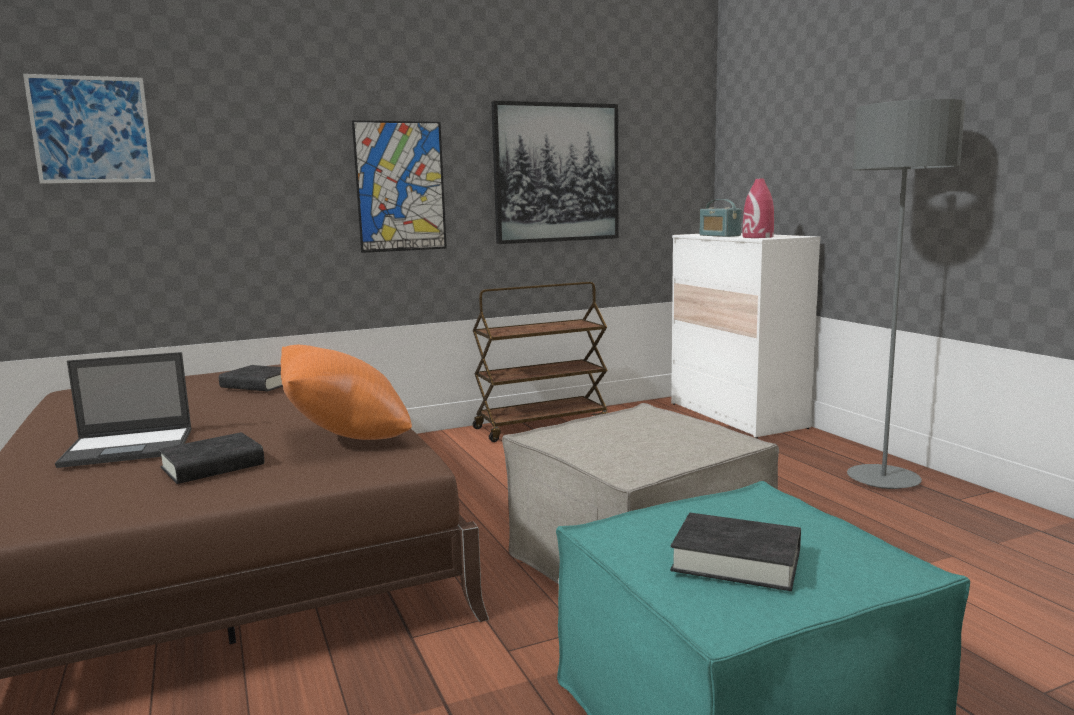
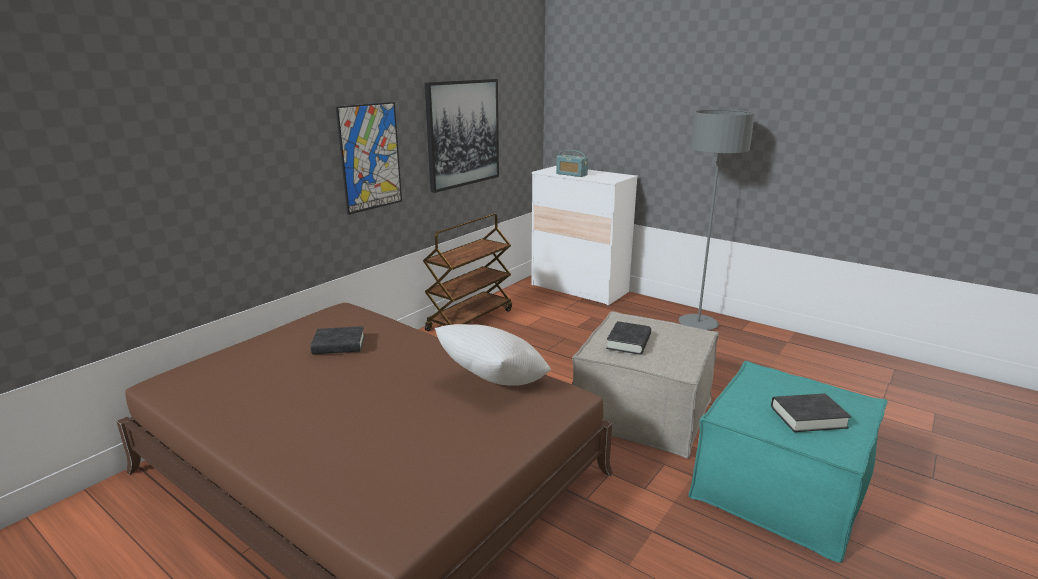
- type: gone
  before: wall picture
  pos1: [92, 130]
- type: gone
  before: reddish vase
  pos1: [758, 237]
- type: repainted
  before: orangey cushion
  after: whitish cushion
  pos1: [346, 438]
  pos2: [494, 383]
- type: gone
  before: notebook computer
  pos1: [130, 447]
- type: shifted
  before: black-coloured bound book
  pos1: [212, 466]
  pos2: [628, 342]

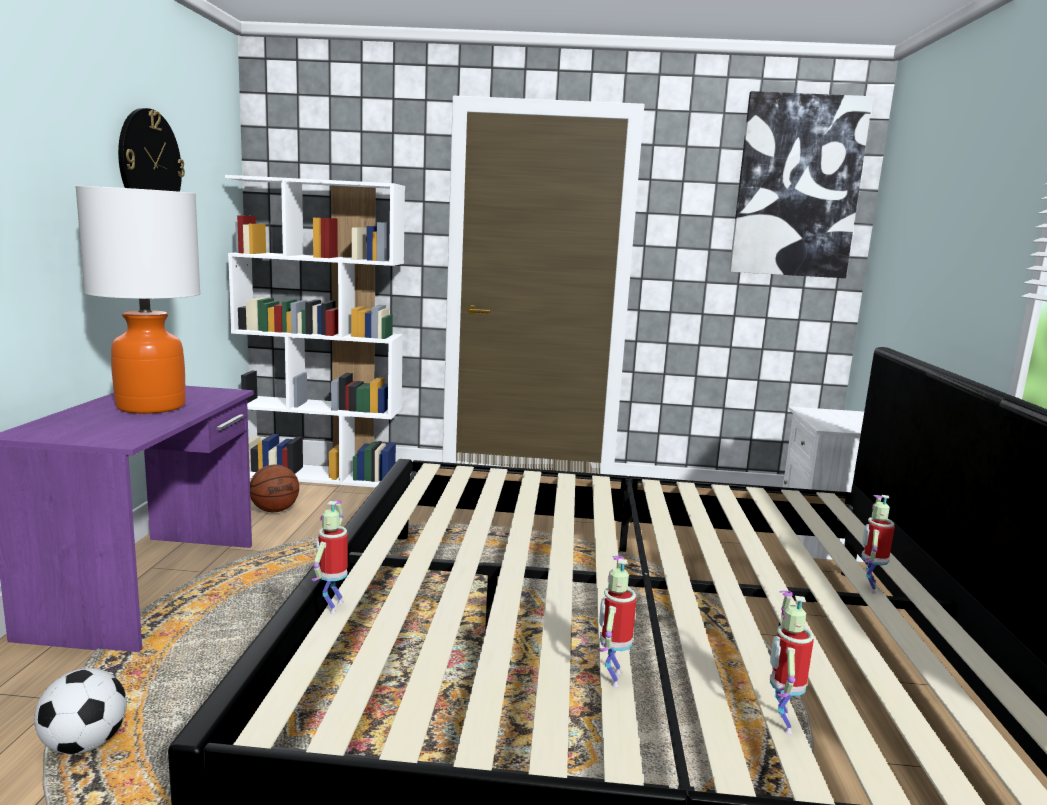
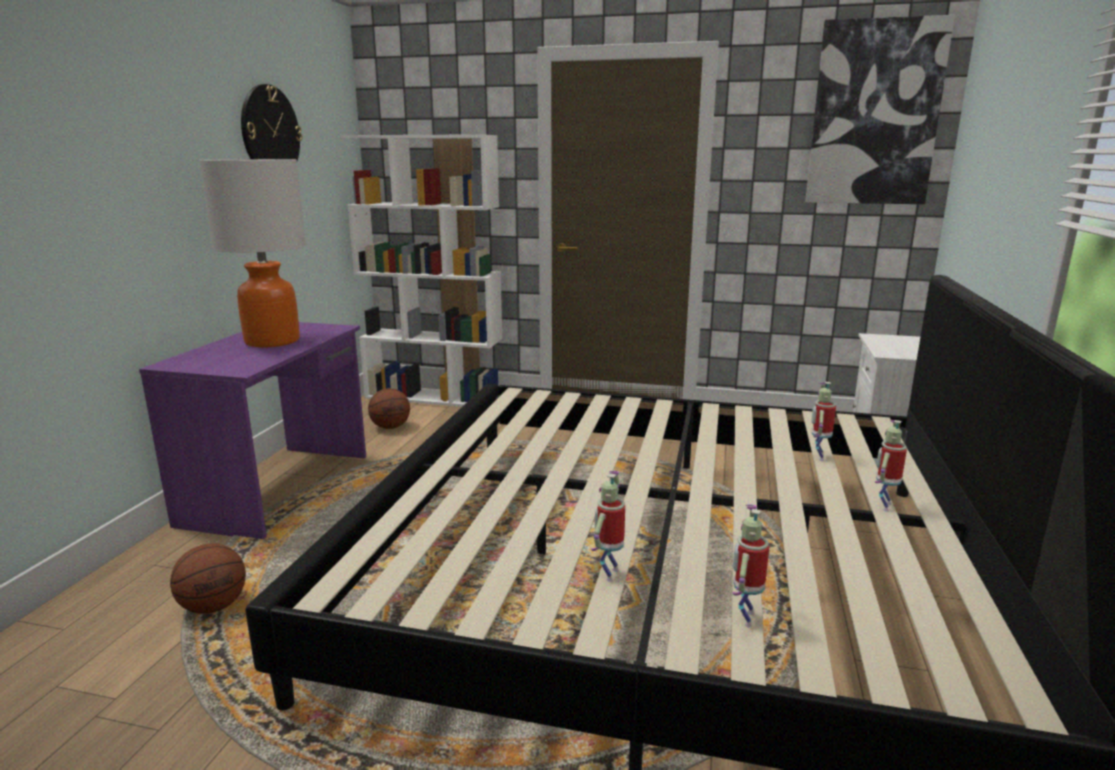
- type: shifted
  before: toy robot
  pos1: [333, 606]
  pos2: [818, 457]
- type: swapped
  before: football ball
  after: basketball
  pos1: [84, 744]
  pos2: [214, 606]

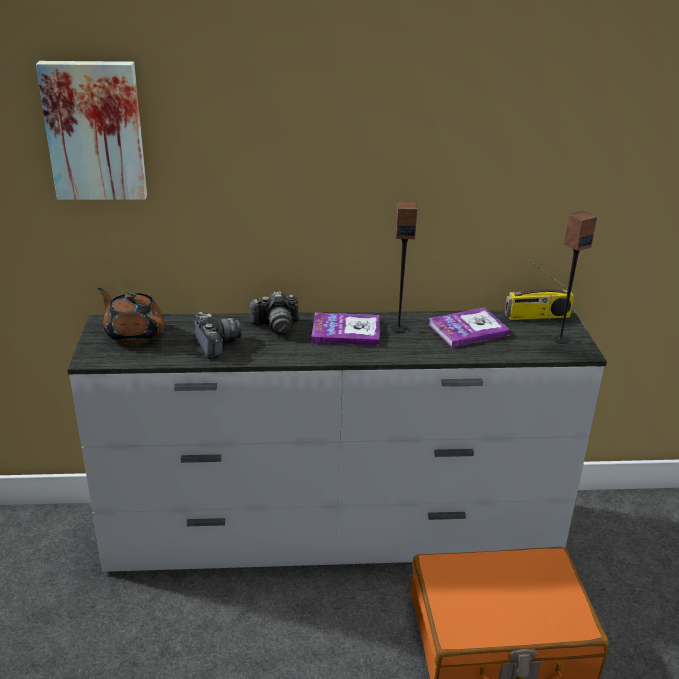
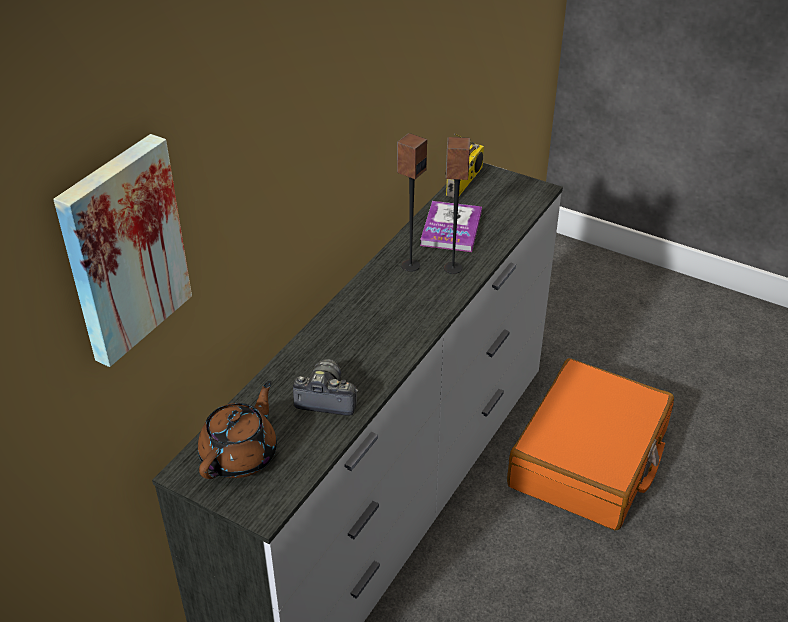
- type: shifted
  before: audio speaker
  pos1: [560, 339]
  pos2: [452, 268]
- type: rotated
  before: brown-coloured pot for tea
  pos1: [134, 334]
  pos2: [240, 455]
  turn: 135
- type: gone
  before: still camera
  pos1: [276, 326]
- type: gone
  before: bound book
  pos1: [346, 331]

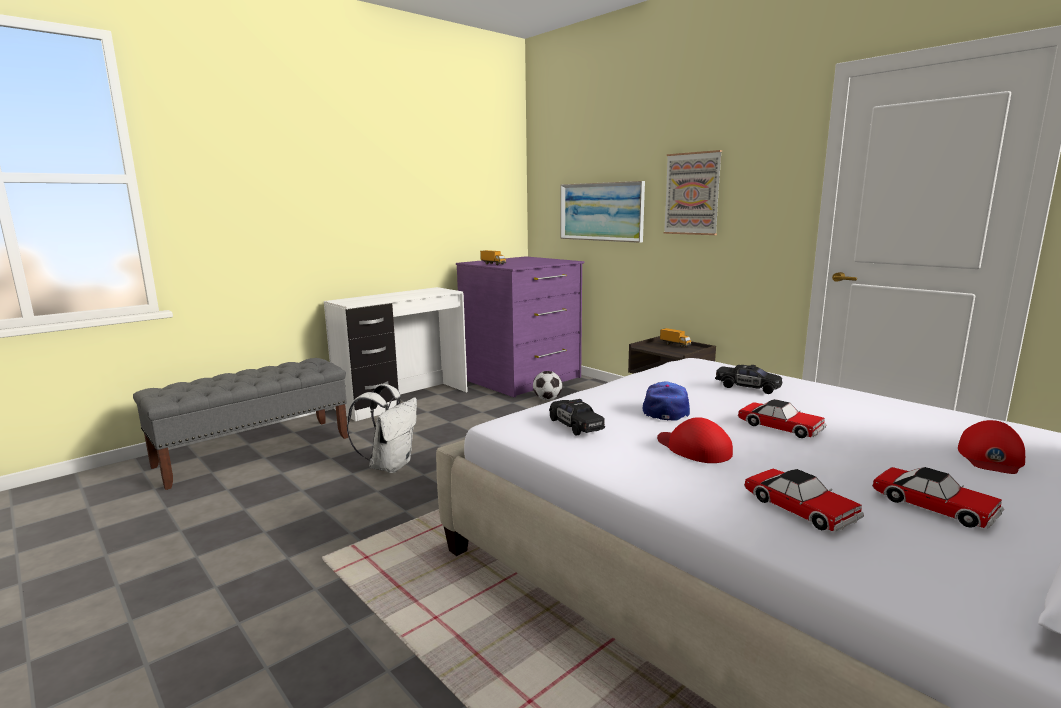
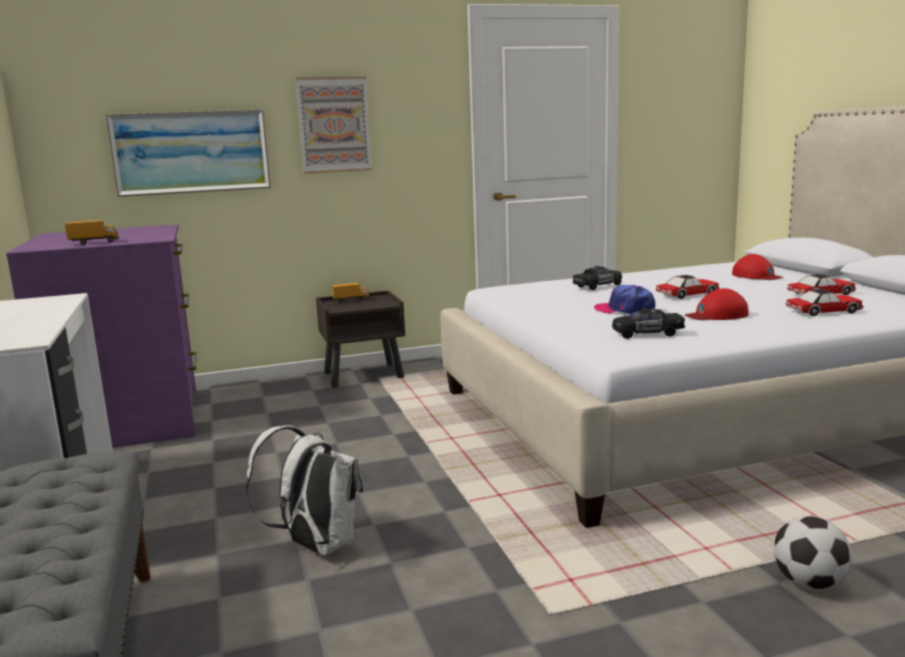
- type: shifted
  before: football ball
  pos1: [547, 399]
  pos2: [809, 584]

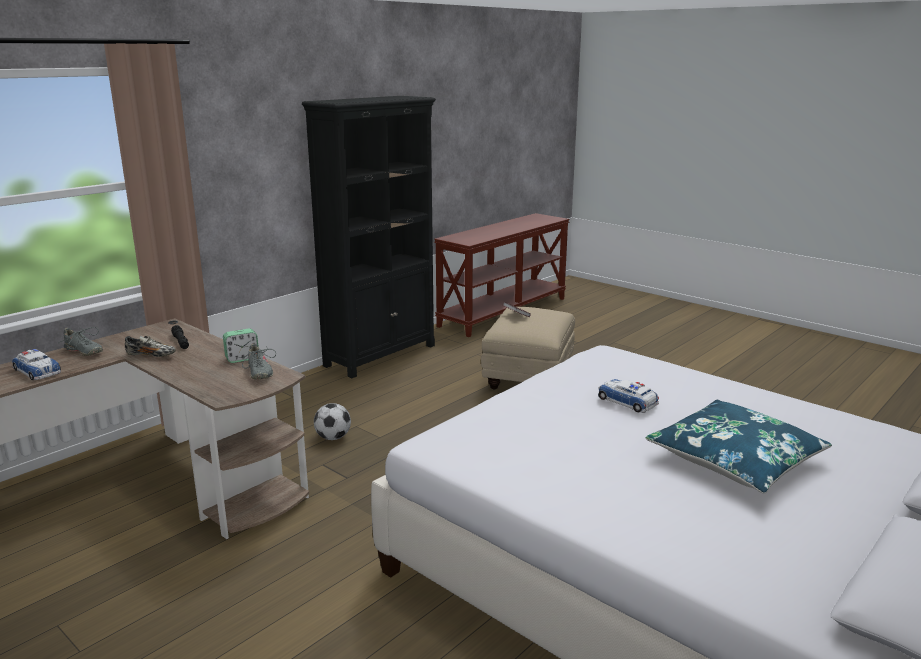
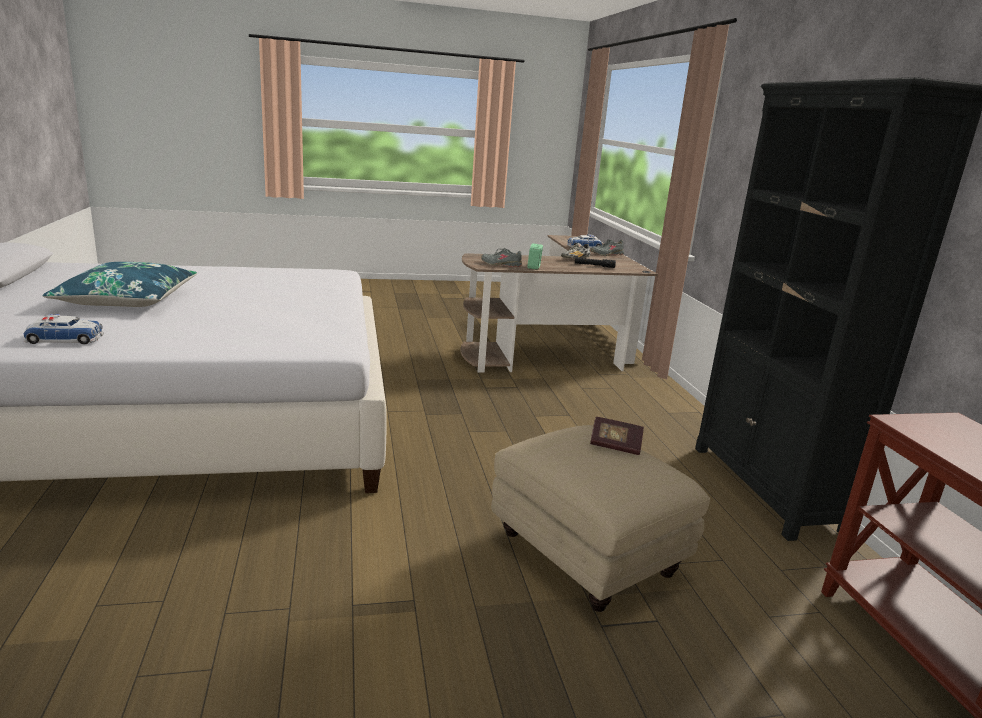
- type: shifted
  before: model car
  pos1: [627, 401]
  pos2: [65, 339]
- type: gone
  before: football ball
  pos1: [333, 438]

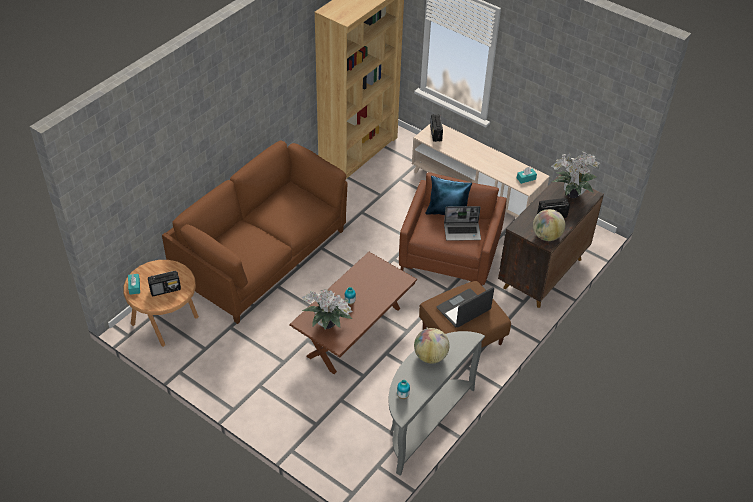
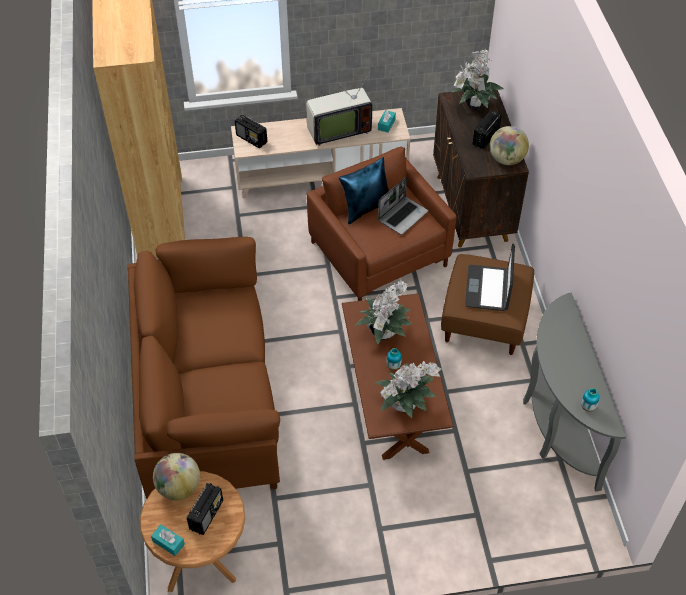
- type: shifted
  before: globe
  pos1: [430, 356]
  pos2: [179, 487]
- type: new
  after: TV
  pos2: [337, 130]
- type: new
  after: plant in a pot
  pos2: [384, 333]

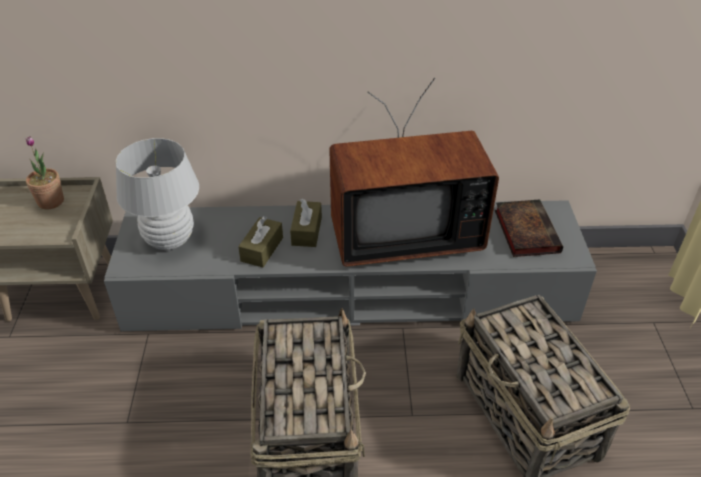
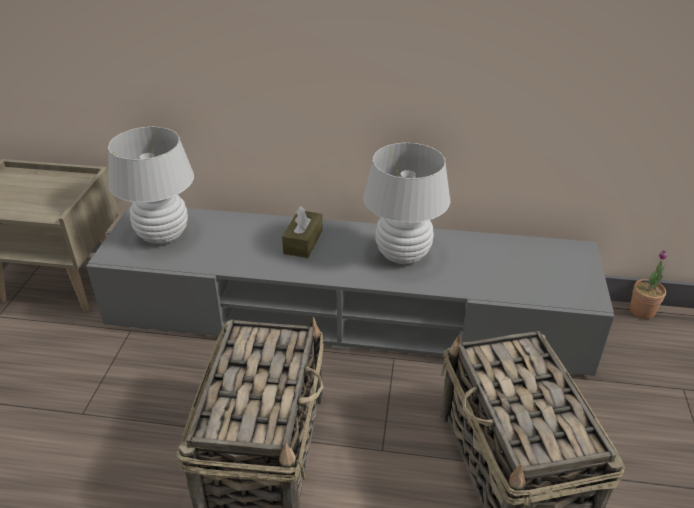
- type: swapped
  before: TV
  after: whitish tabletop lamp
  pos1: [402, 233]
  pos2: [403, 255]
- type: shifted
  before: plant in a pot
  pos1: [51, 201]
  pos2: [642, 311]
- type: gone
  before: bound book
  pos1: [525, 230]
- type: gone
  before: brown-coloured tissue box
  pos1: [262, 249]

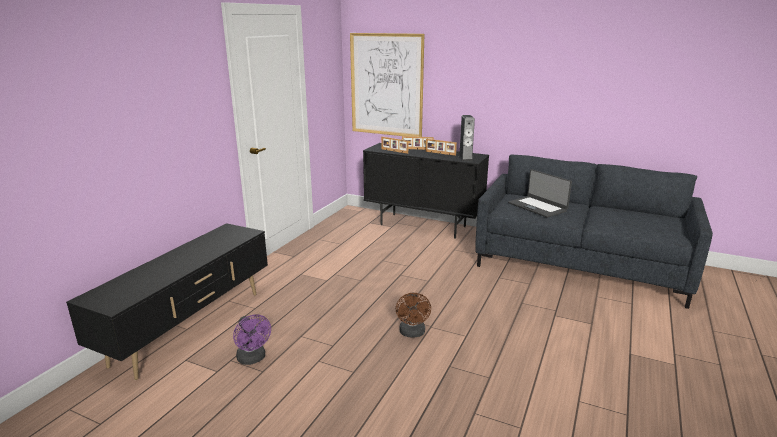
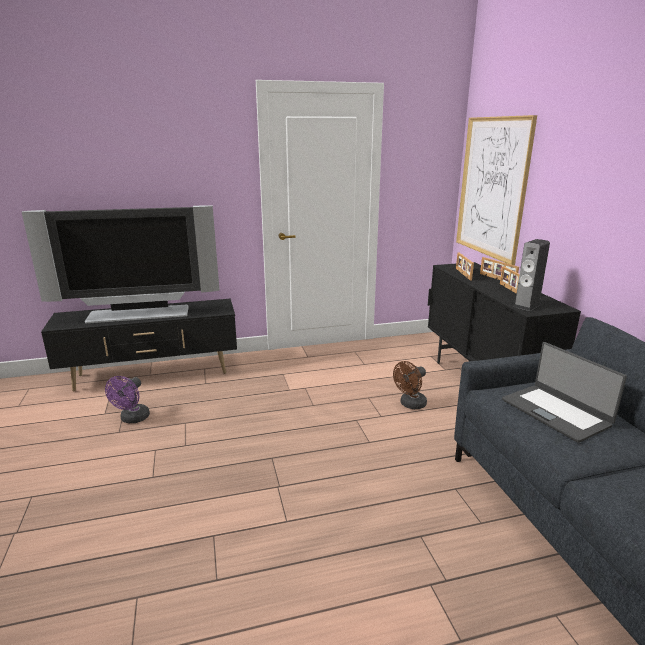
- type: rotated
  before: notebook computer
  pos1: [537, 207]
  pos2: [556, 412]
  turn: -45
- type: shifted
  before: brown-coloured fan
  pos1: [412, 333]
  pos2: [410, 405]
- type: new
  after: TV
  pos2: [139, 315]

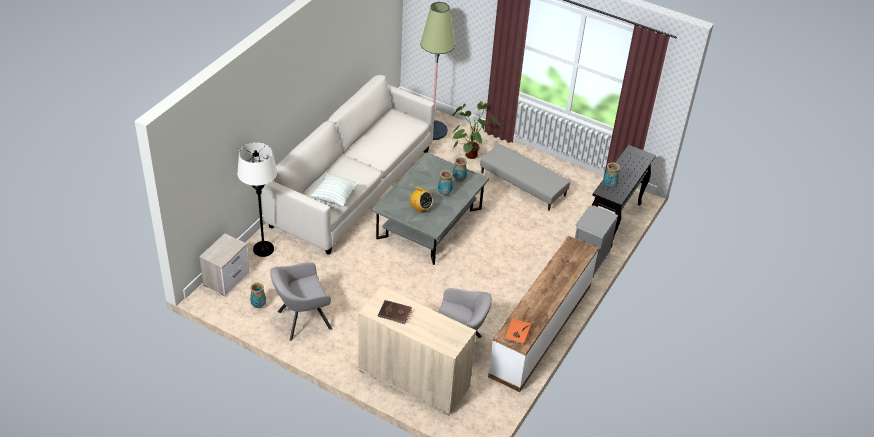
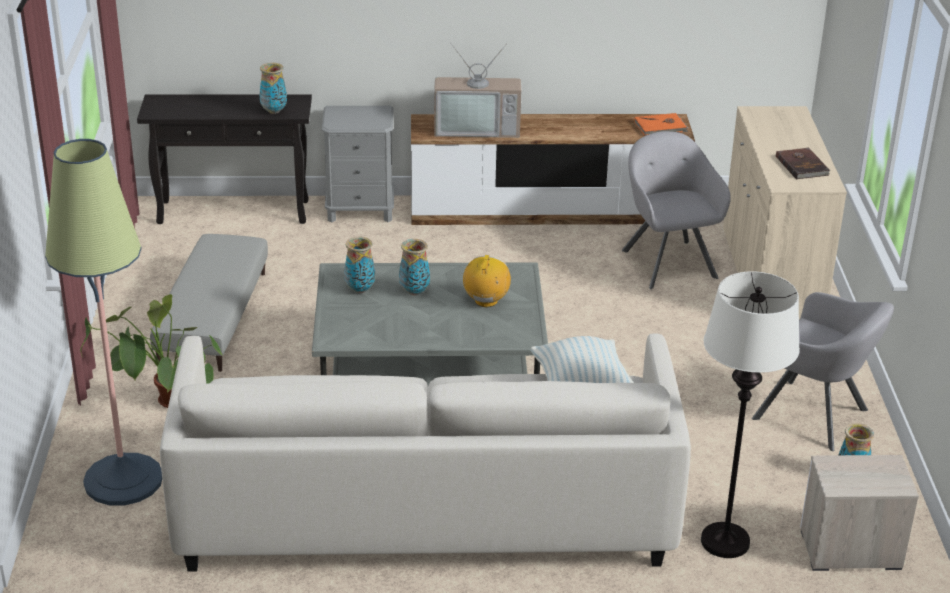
- type: new
  after: TV
  pos2: [477, 128]

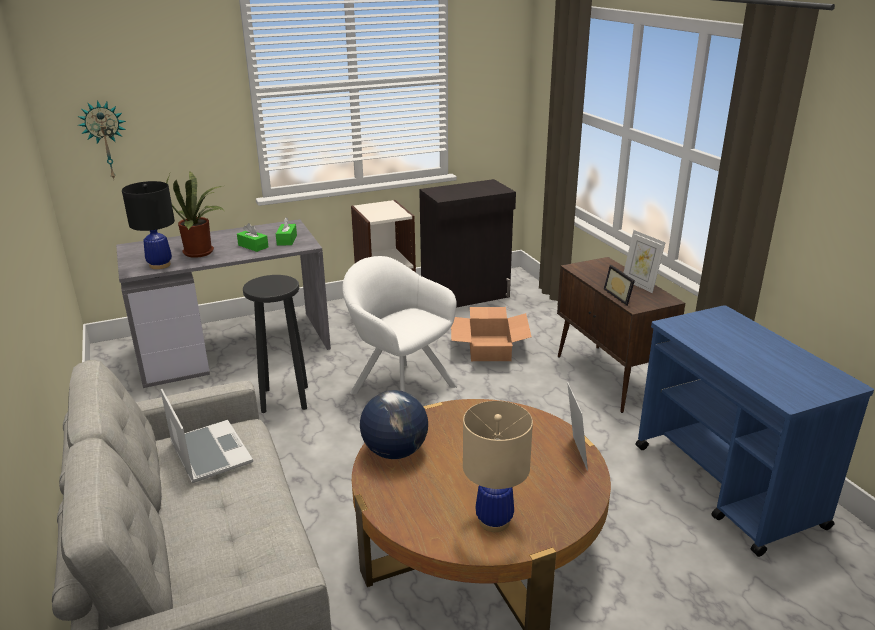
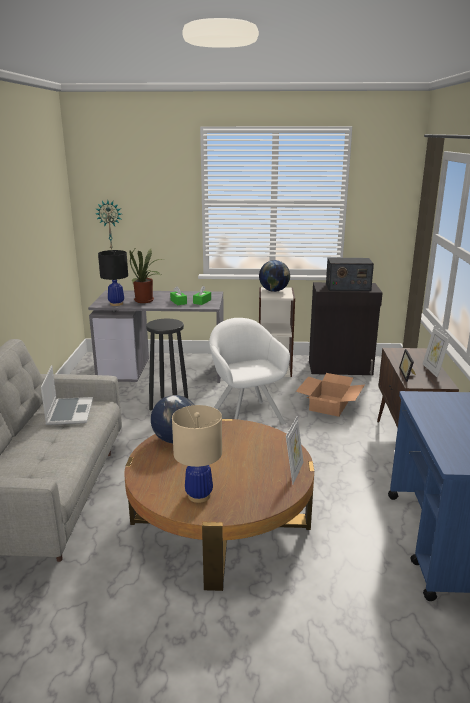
- type: new
  after: radio
  pos2: [347, 287]
- type: new
  after: globe
  pos2: [274, 291]

